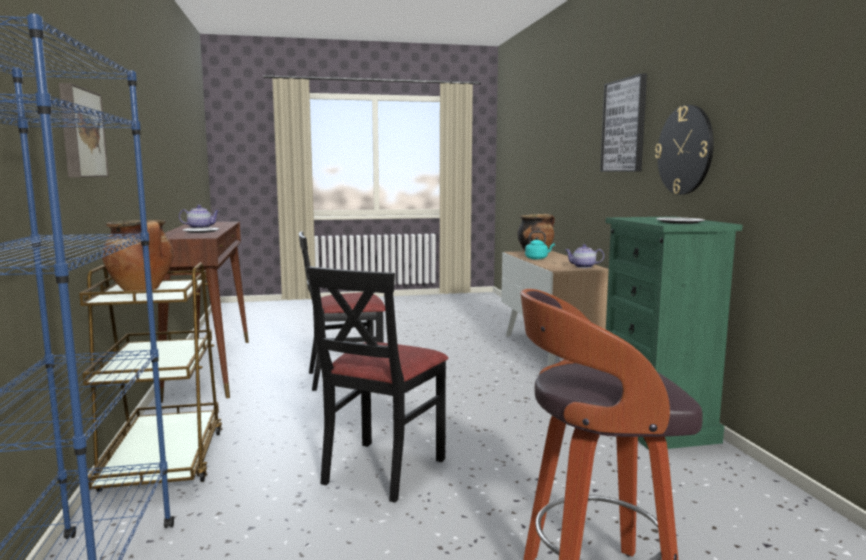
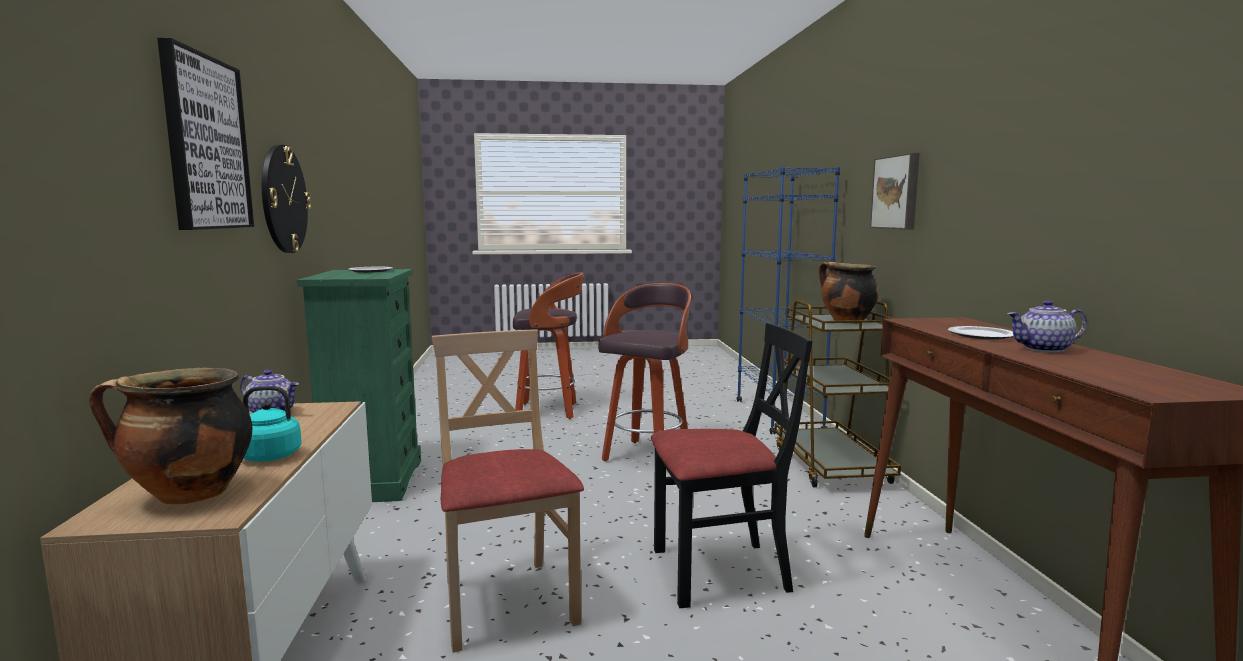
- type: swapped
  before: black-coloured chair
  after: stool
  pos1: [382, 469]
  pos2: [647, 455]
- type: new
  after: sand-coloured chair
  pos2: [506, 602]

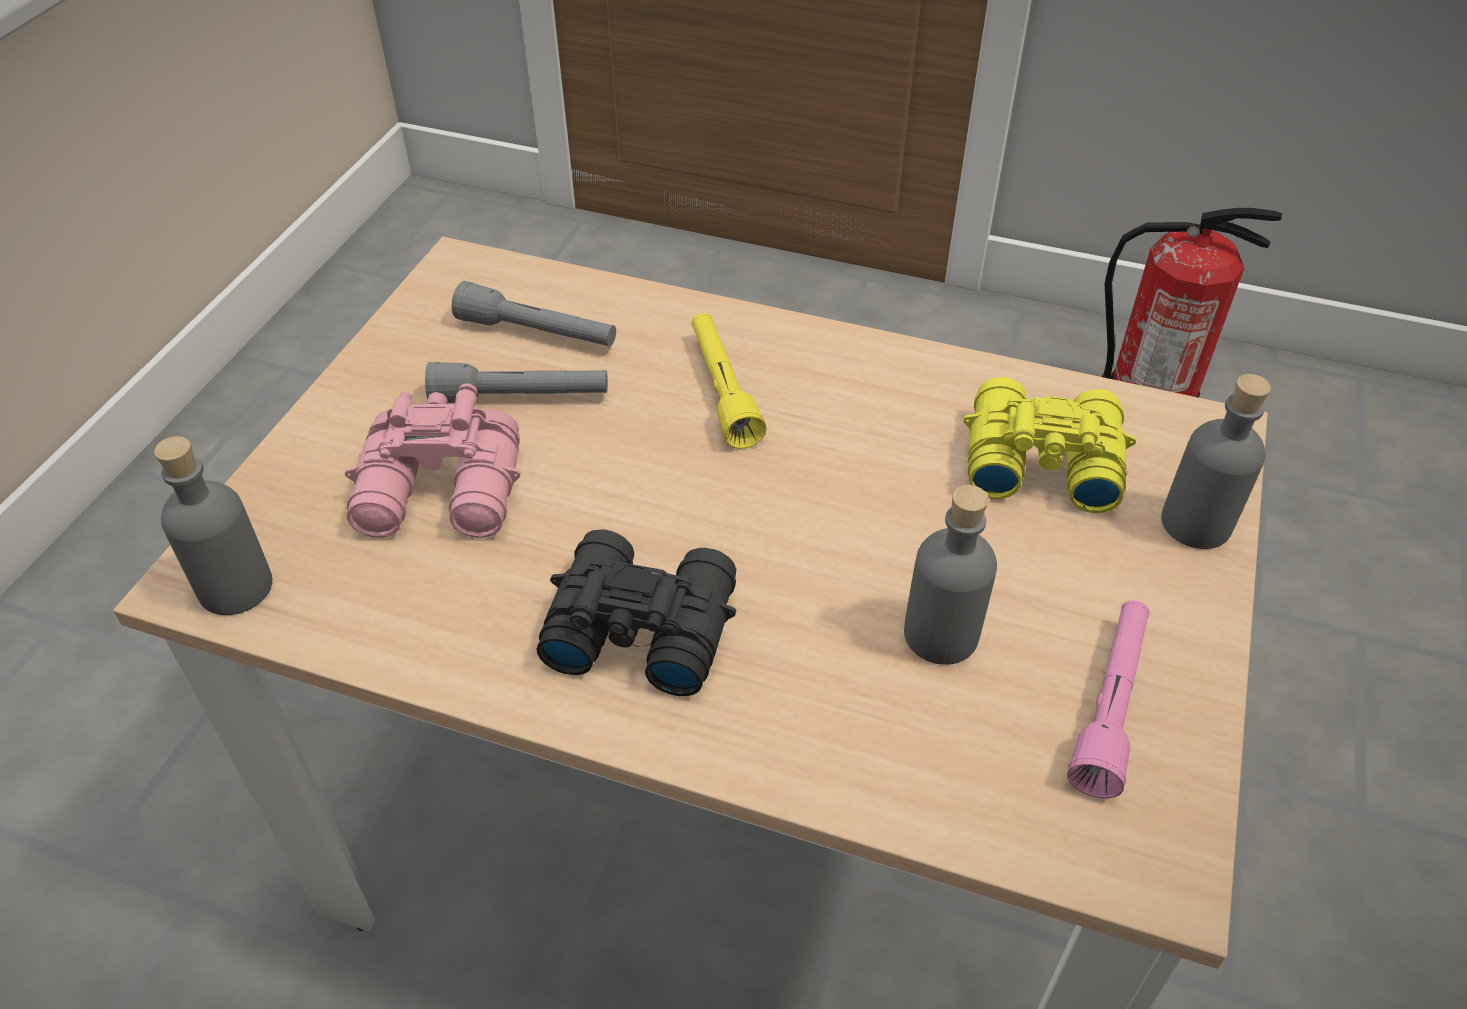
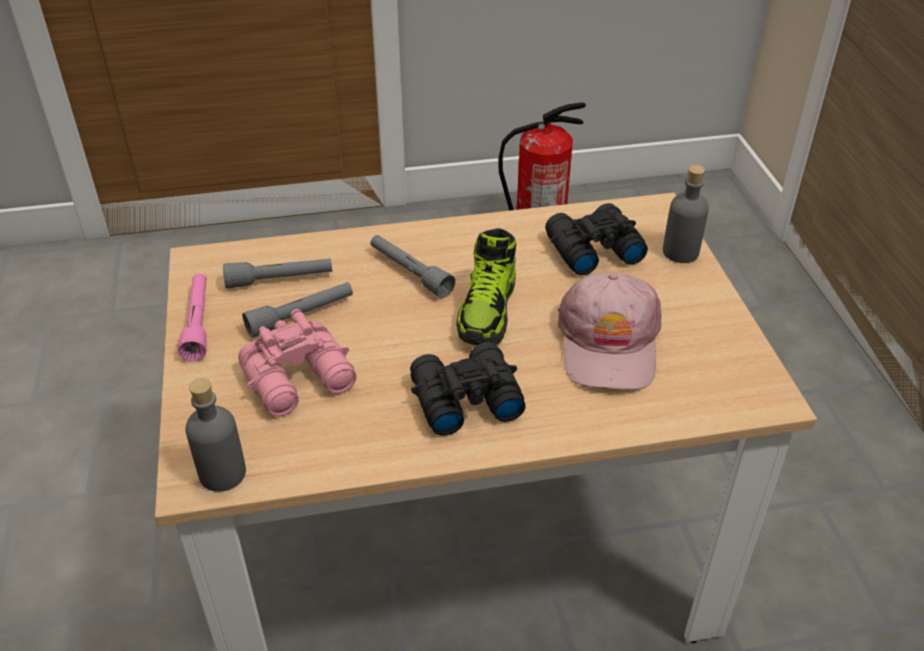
- type: repainted
  before: yellowish hand torch
  after: greyish hand torch
  pos1: [722, 390]
  pos2: [410, 272]
- type: repainted
  before: yellowish field glasses
  after: black-coloured field glasses
  pos1: [1038, 459]
  pos2: [591, 249]
- type: swapped
  before: greyish bottle
  after: pinkish cap
  pos1: [941, 635]
  pos2: [609, 343]
- type: shifted
  before: pinkish hand torch
  pos1: [1110, 705]
  pos2: [198, 323]
- type: new
  after: item of footwear
  pos2: [488, 312]

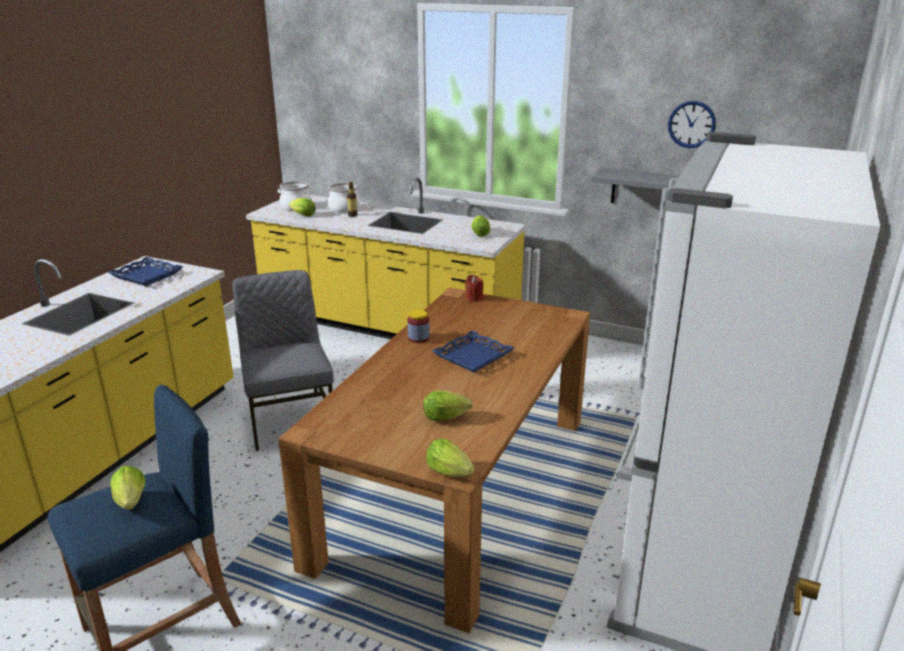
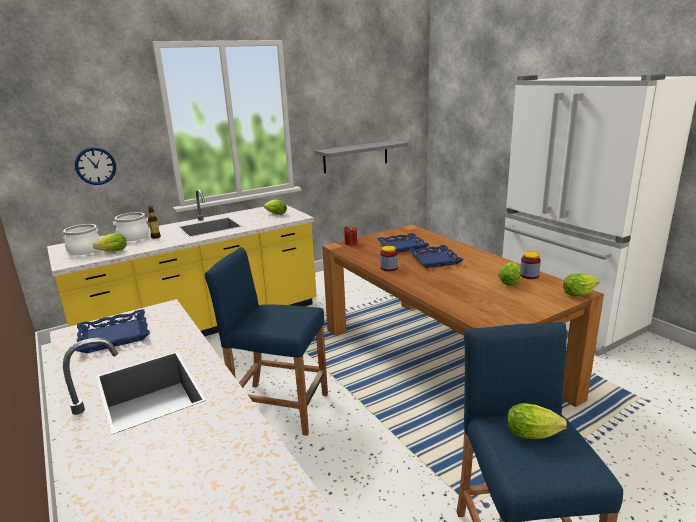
- type: shifted
  before: clock on the wall
  pos1: [691, 124]
  pos2: [95, 166]
- type: swapped
  before: greyish chair
  after: bluish stool
  pos1: [290, 419]
  pos2: [279, 407]
- type: new
  after: bluish serving tray
  pos2: [402, 246]
- type: new
  after: preserve jar
  pos2: [529, 275]

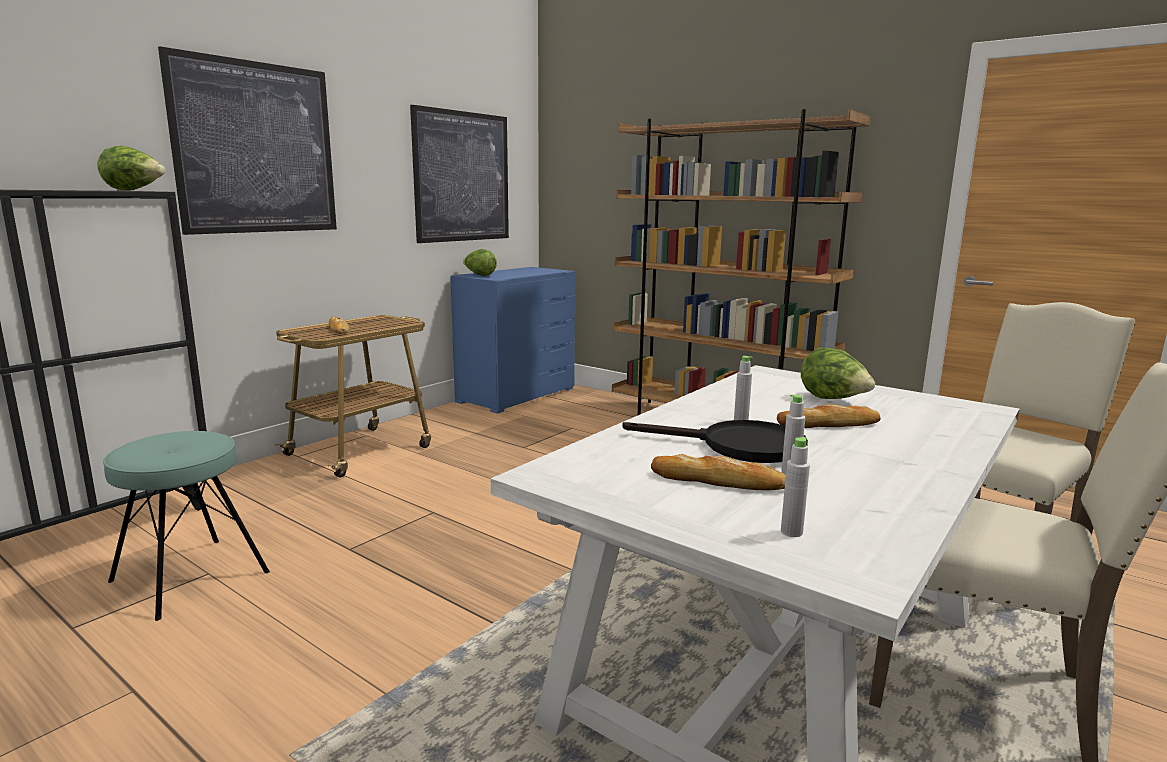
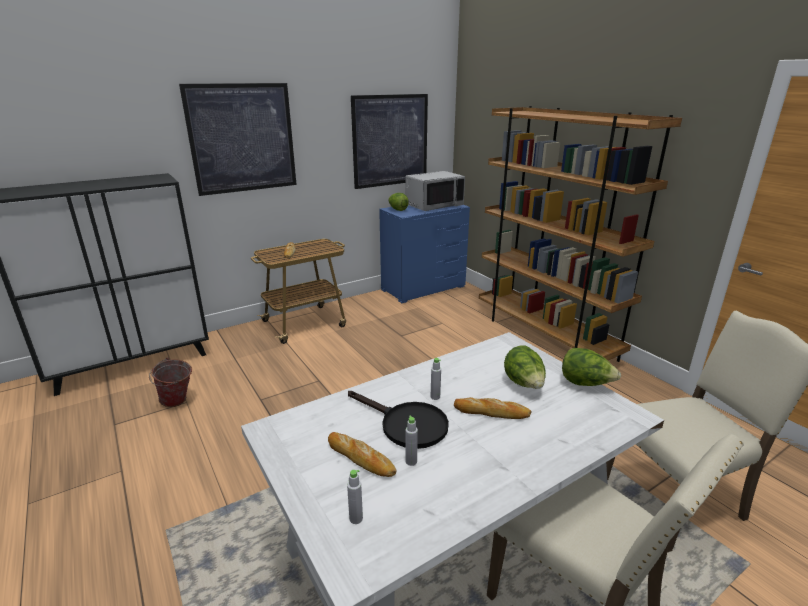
- type: shifted
  before: lettuce head
  pos1: [134, 190]
  pos2: [585, 383]
- type: swapped
  before: turquoise stool
  after: pail
  pos1: [190, 576]
  pos2: [177, 402]
- type: new
  after: greyish microwave oven
  pos2: [434, 205]

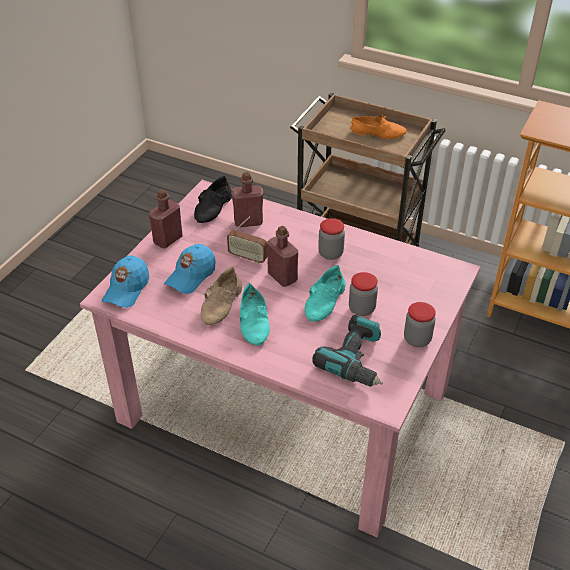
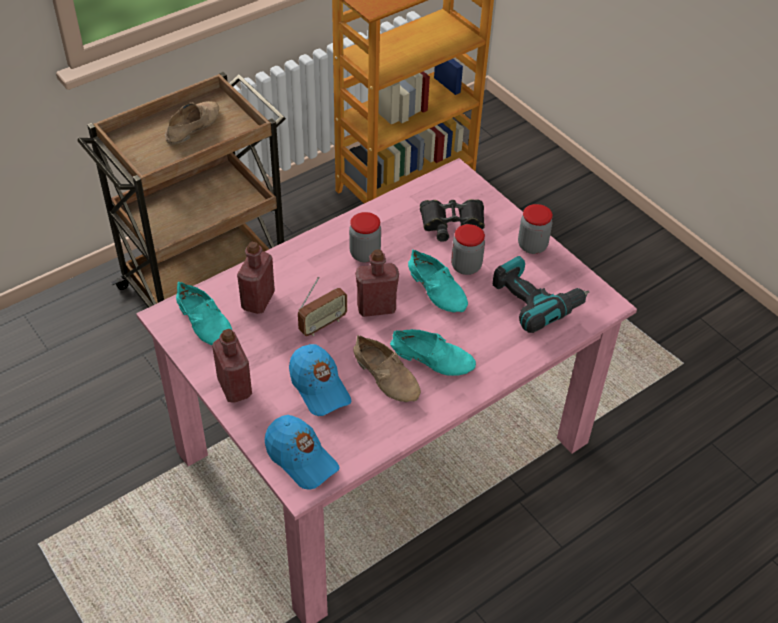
- type: repainted
  before: orangey item of footwear
  after: sand-coloured item of footwear
  pos1: [378, 132]
  pos2: [192, 125]
- type: repainted
  before: black-coloured item of footwear
  after: turquoise item of footwear
  pos1: [214, 208]
  pos2: [206, 321]
- type: new
  after: black-coloured field glasses
  pos2: [452, 224]

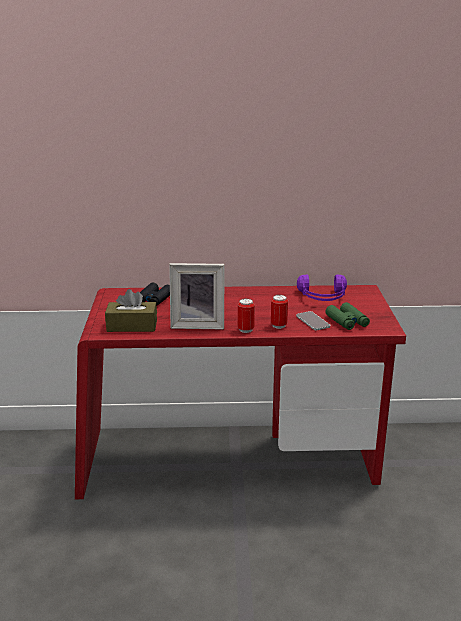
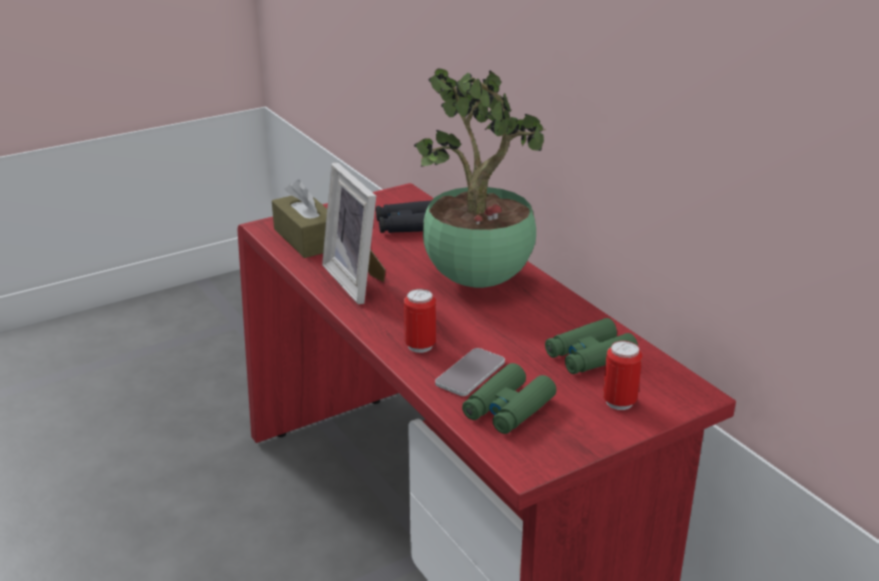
- type: swapped
  before: purple headphones
  after: green field glasses
  pos1: [322, 297]
  pos2: [589, 356]
- type: shifted
  before: sealed can
  pos1: [245, 330]
  pos2: [619, 402]
- type: new
  after: plant in a pot
  pos2: [480, 281]

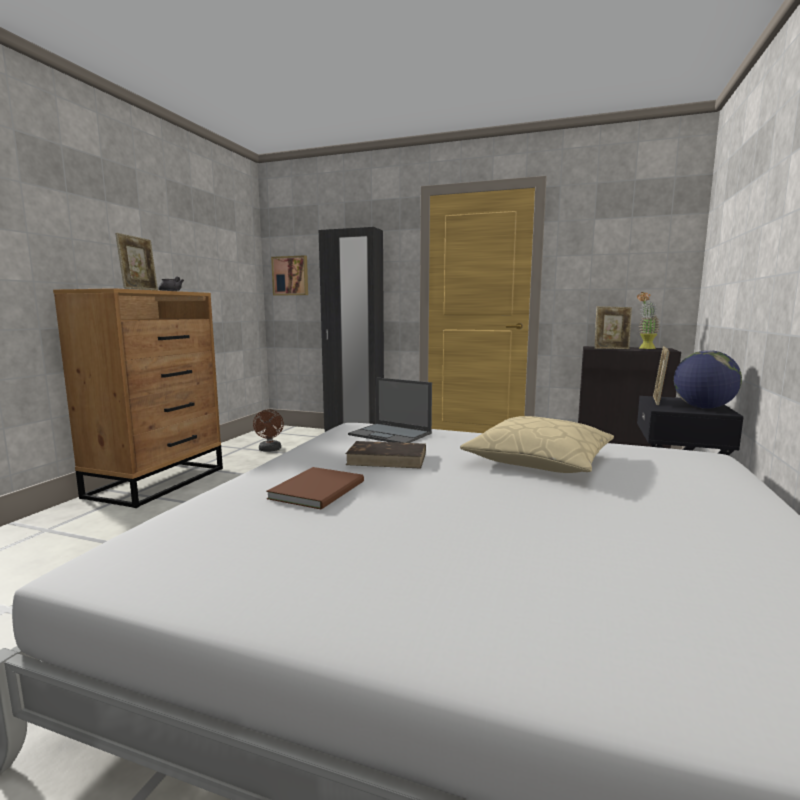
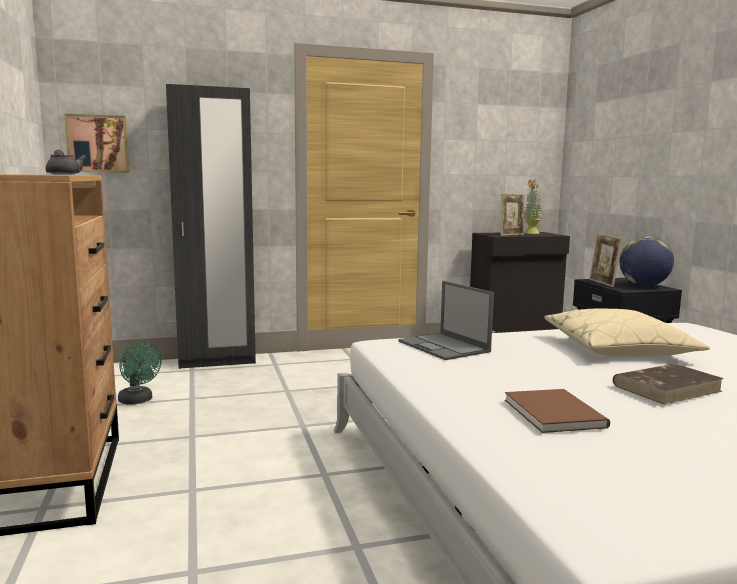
- type: gone
  before: photo frame
  pos1: [140, 289]
- type: rotated
  before: notebook computer
  pos1: [391, 434]
  pos2: [444, 347]
  turn: 60
- type: repainted
  before: brown-coloured fan
  after: green fan
  pos1: [270, 450]
  pos2: [138, 401]
- type: shifted
  before: brown-coloured bound book
  pos1: [388, 458]
  pos2: [667, 388]

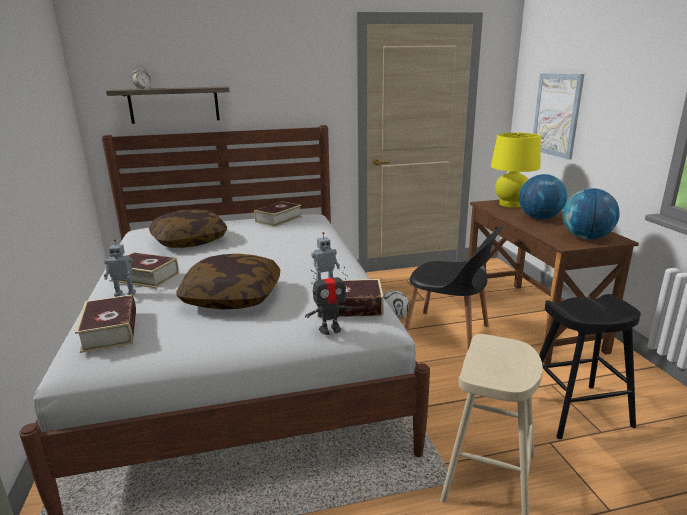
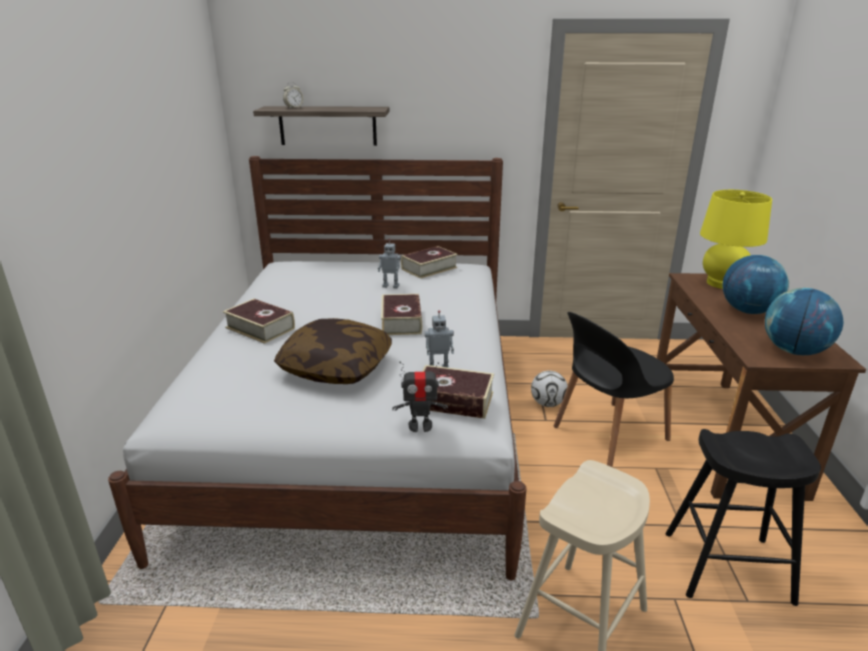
- type: gone
  before: wall picture
  pos1: [556, 115]
- type: gone
  before: cushion
  pos1: [190, 241]
- type: rotated
  before: black-coloured chair
  pos1: [449, 333]
  pos2: [608, 434]
  turn: 105
- type: shifted
  before: toy robot
  pos1: [125, 294]
  pos2: [391, 286]
- type: shifted
  before: bound book
  pos1: [110, 331]
  pos2: [401, 321]

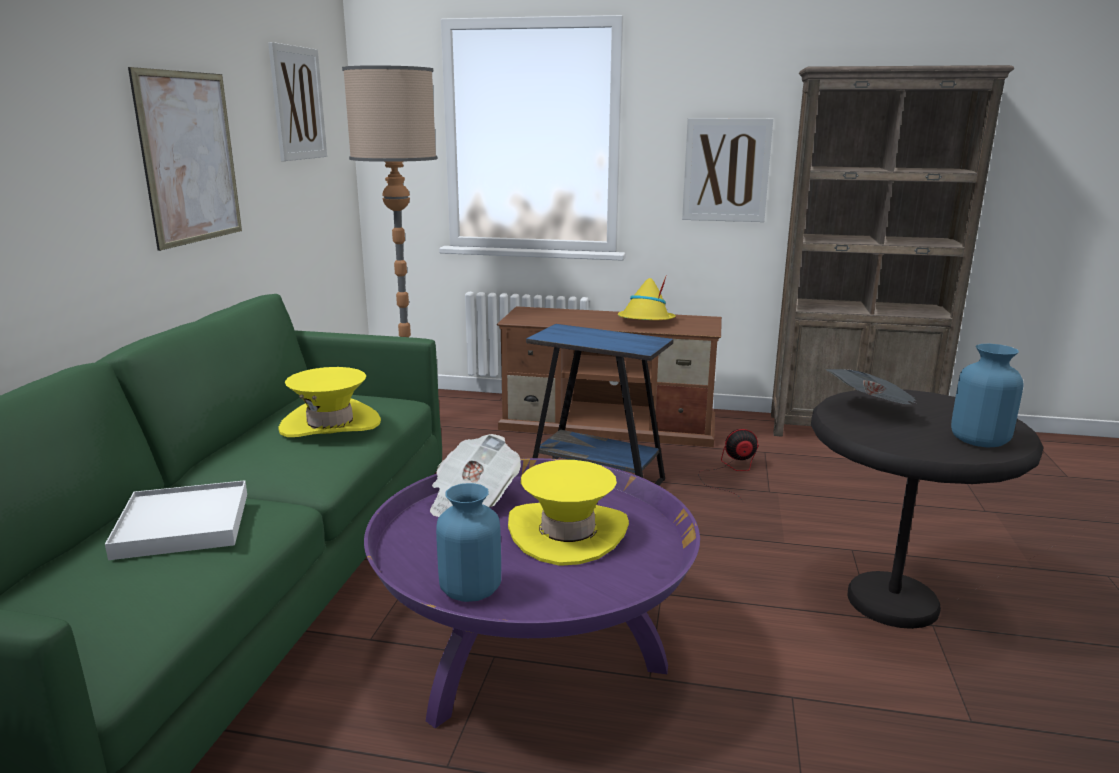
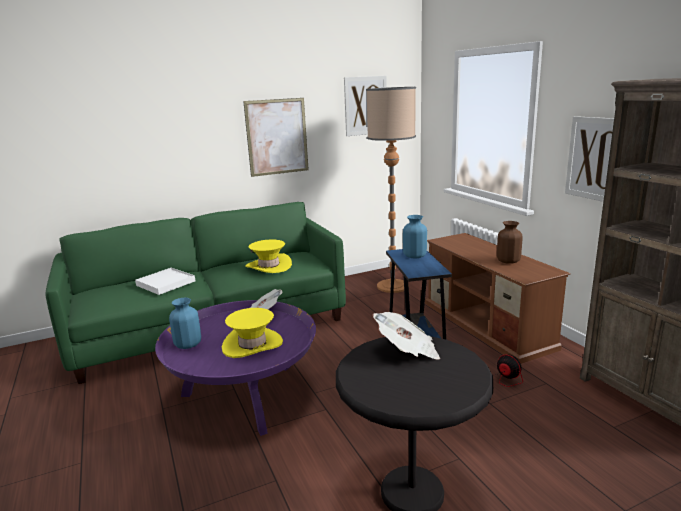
- type: swapped
  before: yellowish hat
  after: brown-coloured vase
  pos1: [645, 321]
  pos2: [508, 261]
- type: shifted
  before: bluish vase
  pos1: [979, 440]
  pos2: [414, 256]

